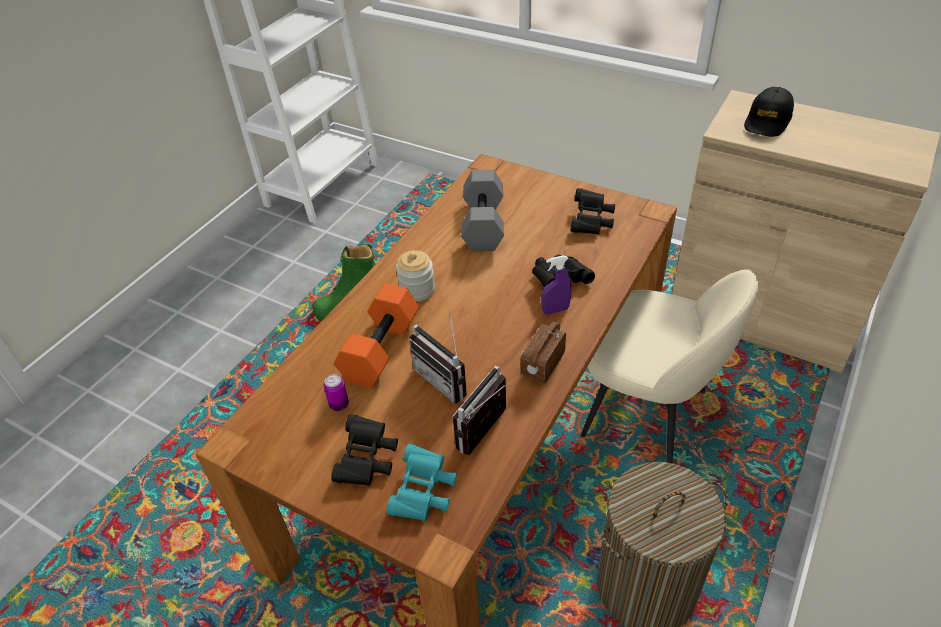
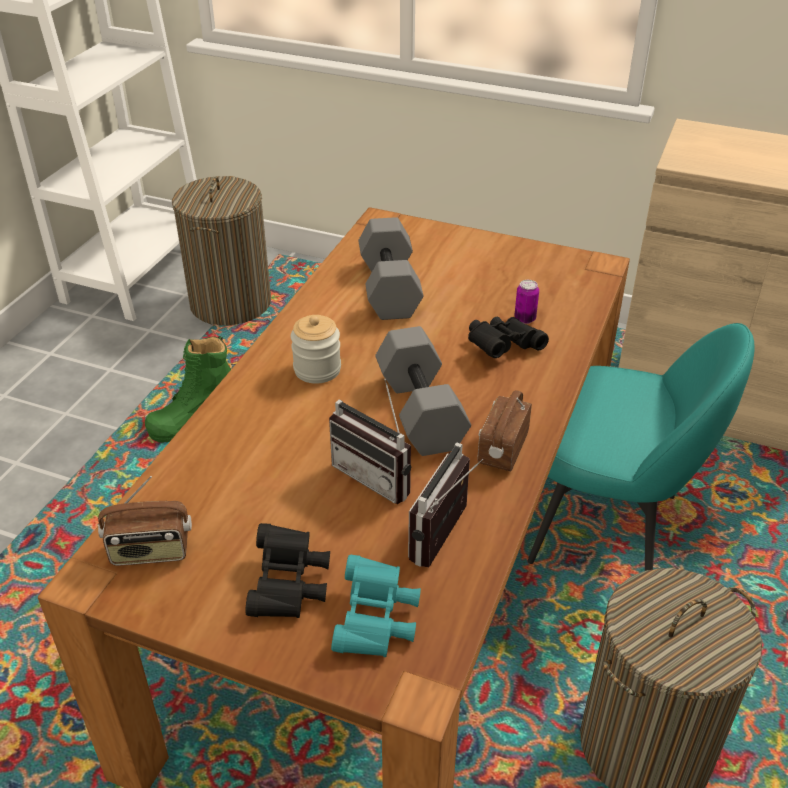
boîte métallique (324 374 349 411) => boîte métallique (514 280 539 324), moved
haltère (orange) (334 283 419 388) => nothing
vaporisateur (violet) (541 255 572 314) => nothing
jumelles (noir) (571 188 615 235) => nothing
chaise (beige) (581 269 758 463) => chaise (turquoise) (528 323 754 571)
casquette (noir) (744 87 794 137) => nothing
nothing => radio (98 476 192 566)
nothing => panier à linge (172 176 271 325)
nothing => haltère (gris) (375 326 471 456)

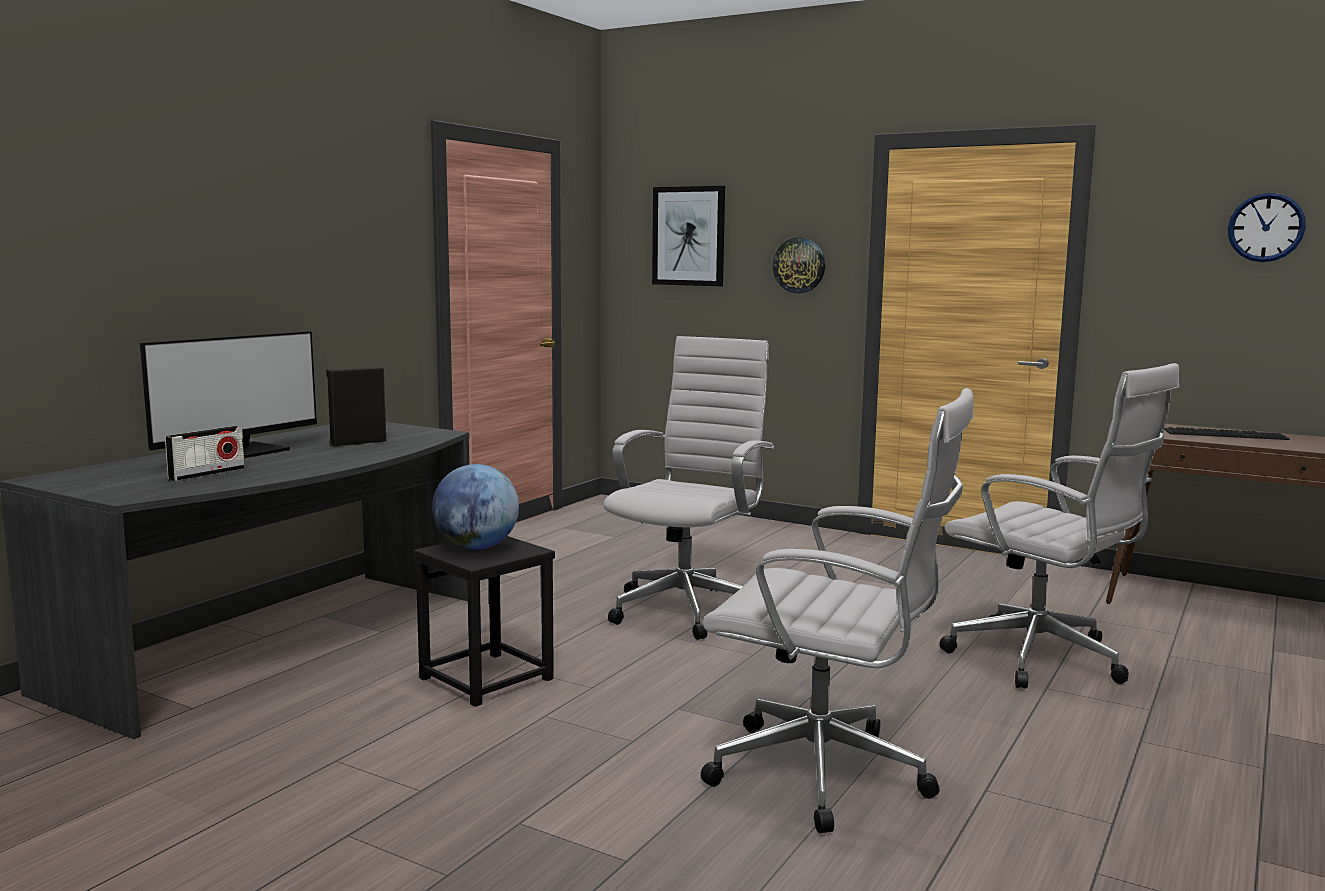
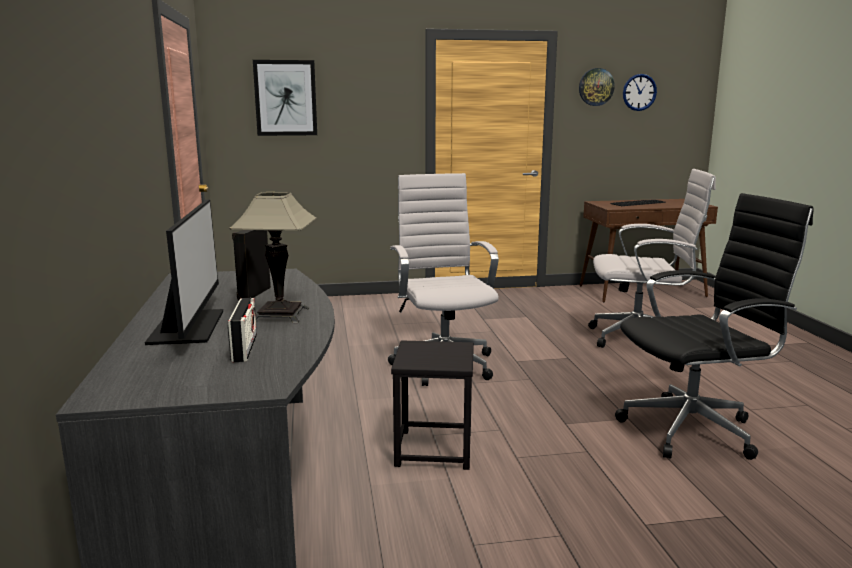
globe (432 464 519 550) => nothing
chaise de bureau (blanc) (701 388 974 833) => chaise de bureau (noir) (615 193 814 460)
horloge murale (773 238 825 293) => horloge murale (579 68 615 106), moved
nothing => lampe de table (229 192 317 323)

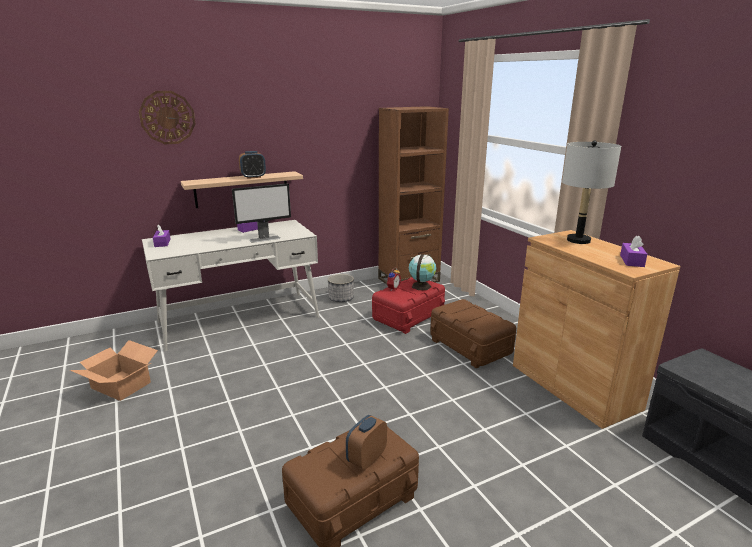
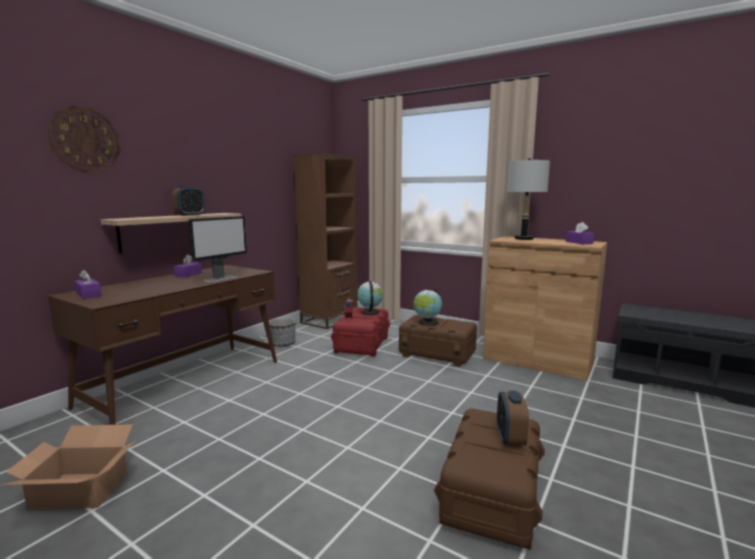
bureau (blanc) (142 220 319 351) => bureau (marron) (48 265 277 425)
nothing => globe (413 289 442 326)

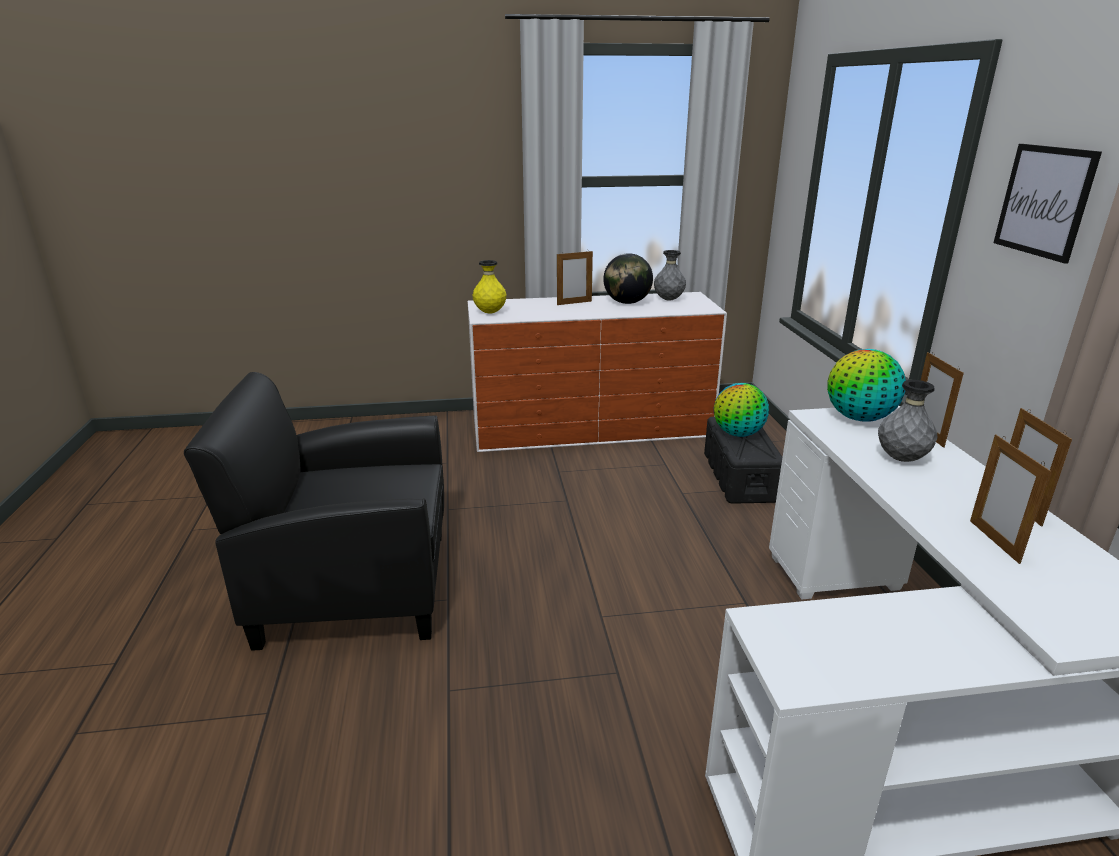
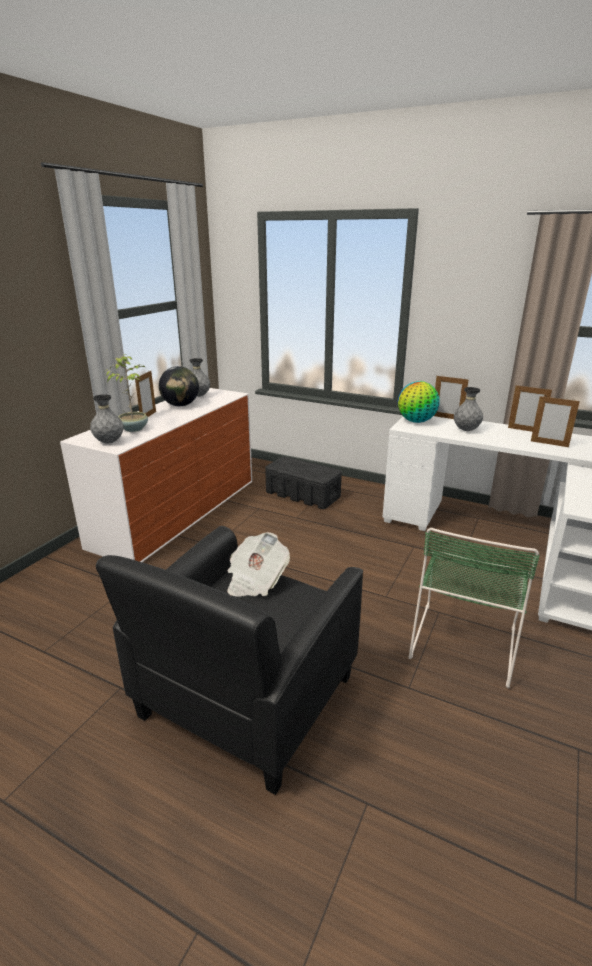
vase (jaune) (472 260 506 314) => vase (gris) (90 394 124 443)
globe (714 383 769 437) => nothing
tableau (993 144 1102 264) => nothing
nothing => plante en pot (104 354 148 432)
nothing => journal (228 532 290 596)
nothing => chaise (vert) (409 528 540 688)

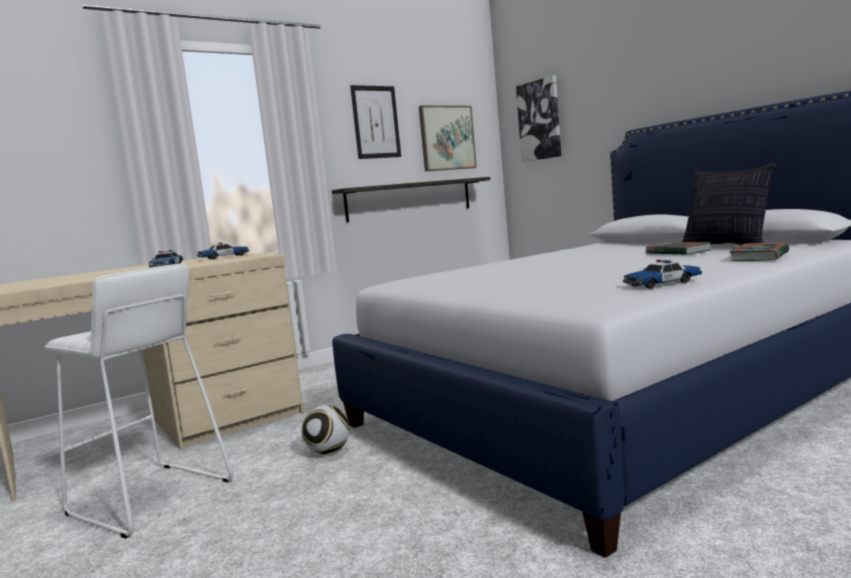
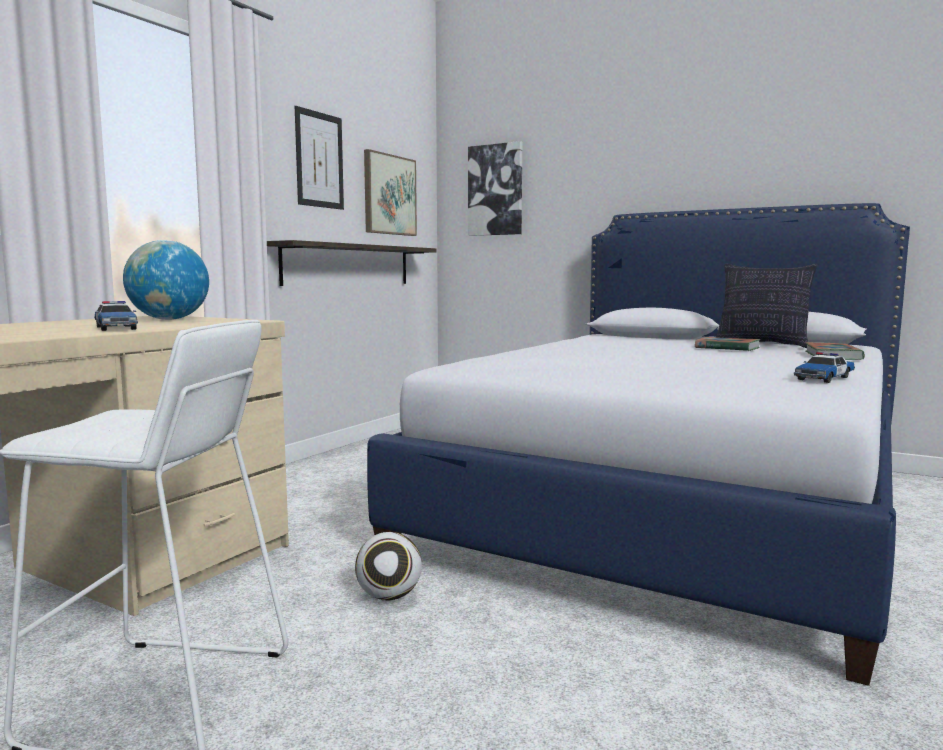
petite voiture (197 243 250 259) => globe (123 240 209 320)

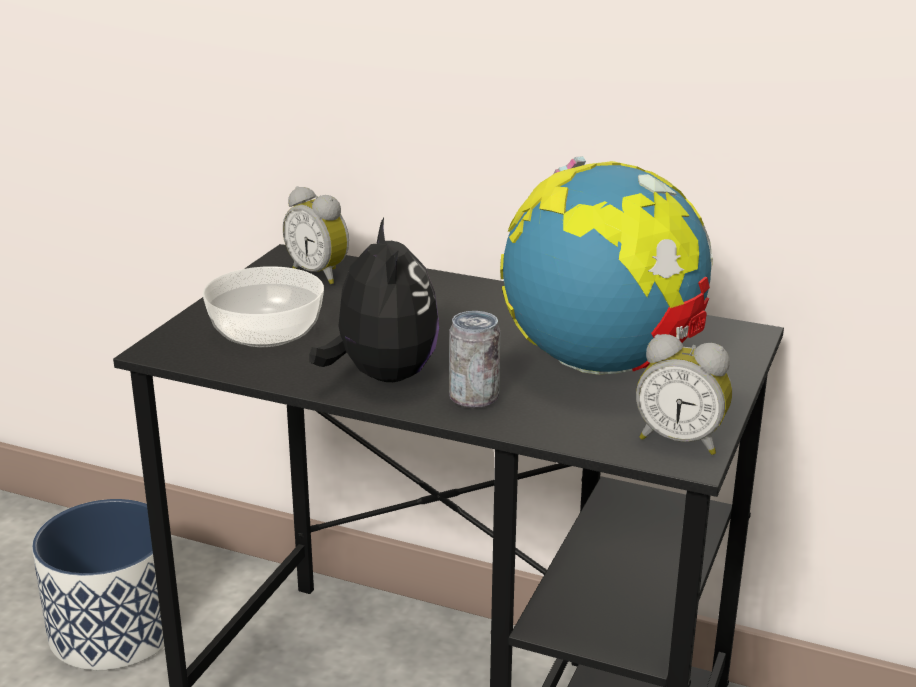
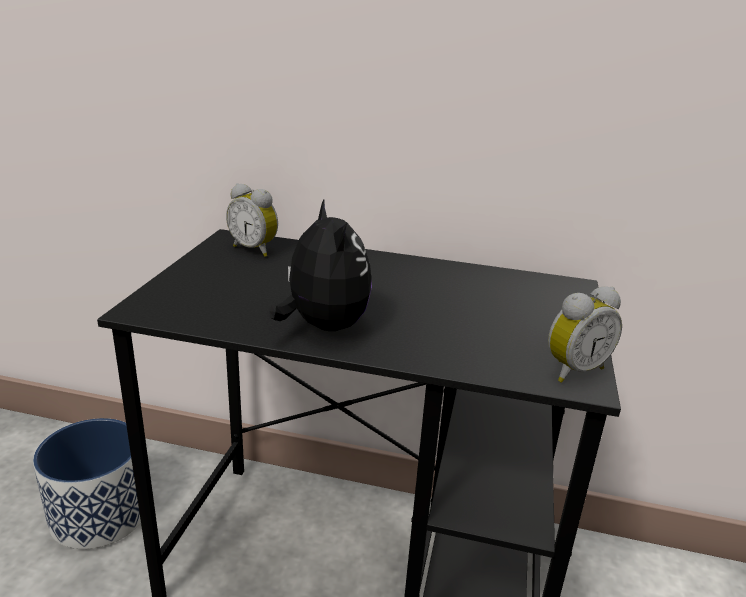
bol (203 266 324 347) => nothing
boîte métallique (449 311 500 409) => nothing
globe (500 156 713 375) => nothing
réveil (636 334 732 455) => réveil (548 286 622 383), 45 degrees counterclockwise

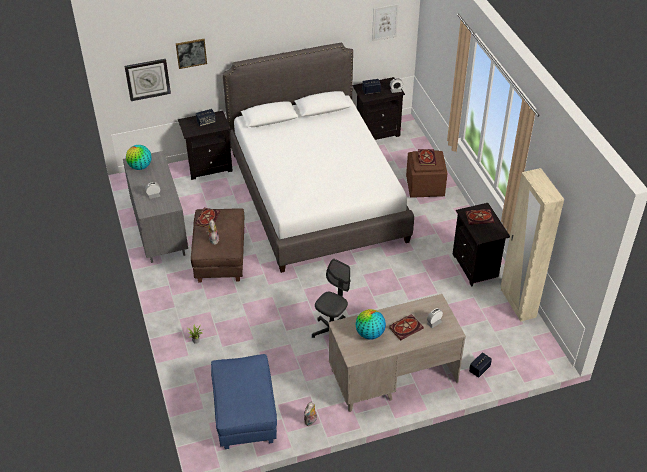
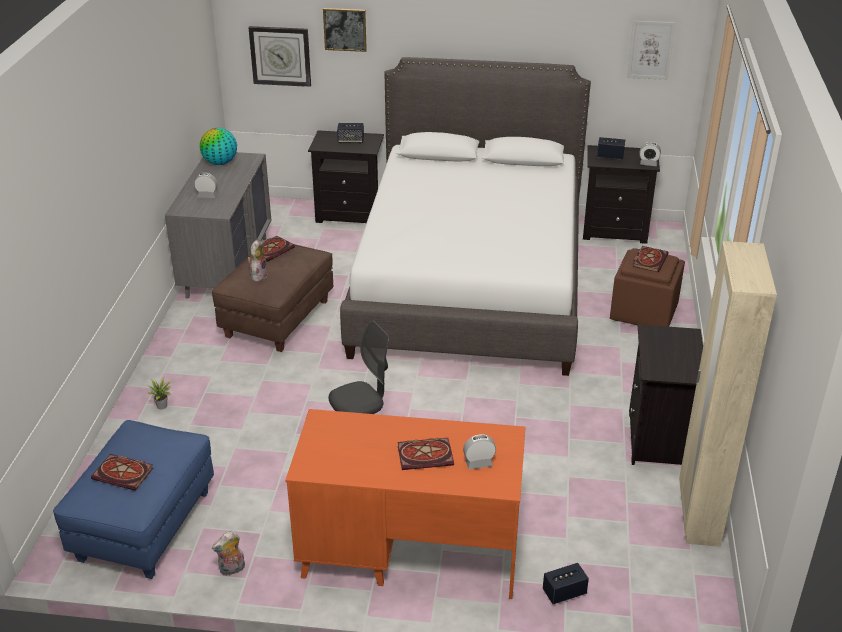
bureau (beige) (328 294 466 412) => bureau (orange) (285 409 526 599)
globe (355 309 386 340) => nothing
livre (466 209 494 225) => livre (91 454 153 491), moved

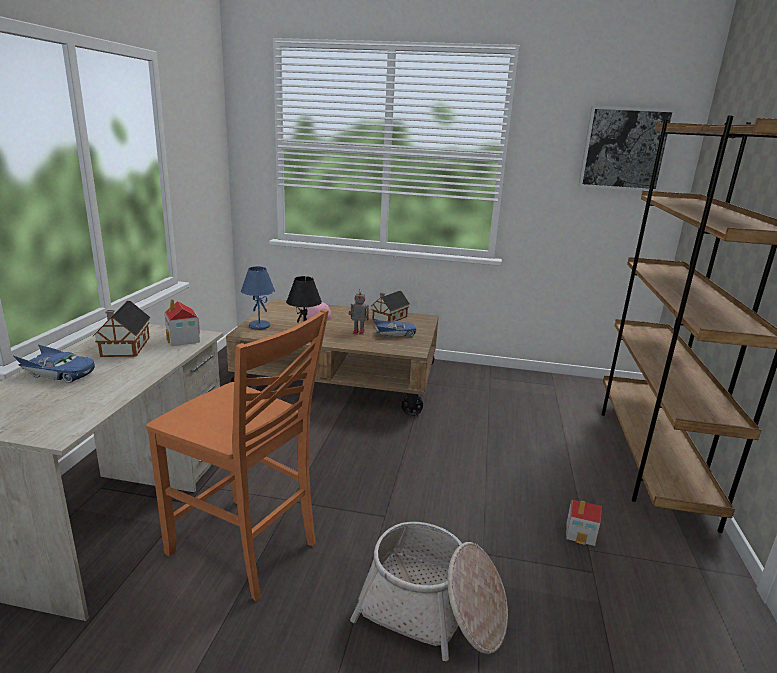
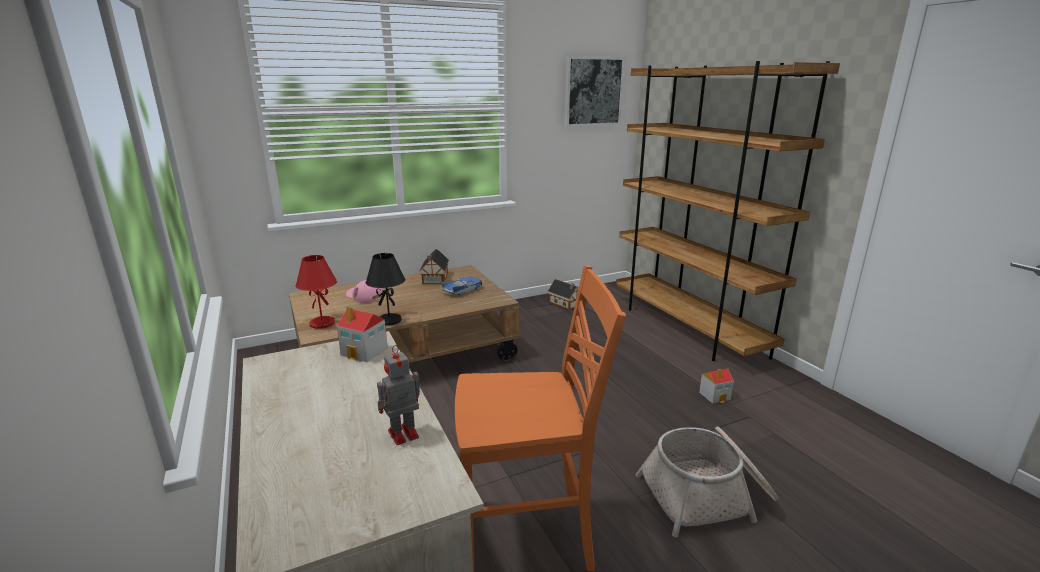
petite voiture (bleu) (14 344 95 383) => nothing
maison miniature (93 301 150 357) => maison miniature (548 279 579 310), moved
lampe de table (bleu) (241 266 275 330) => lampe de table (rouge) (296 255 337 329)
robot jouet (349 289 369 335) => robot jouet (377 345 420 445), moved

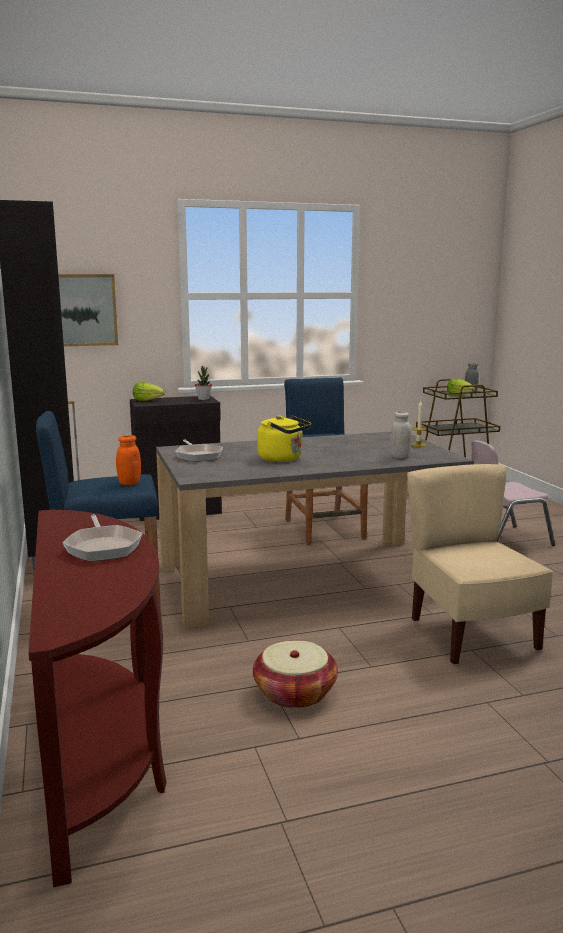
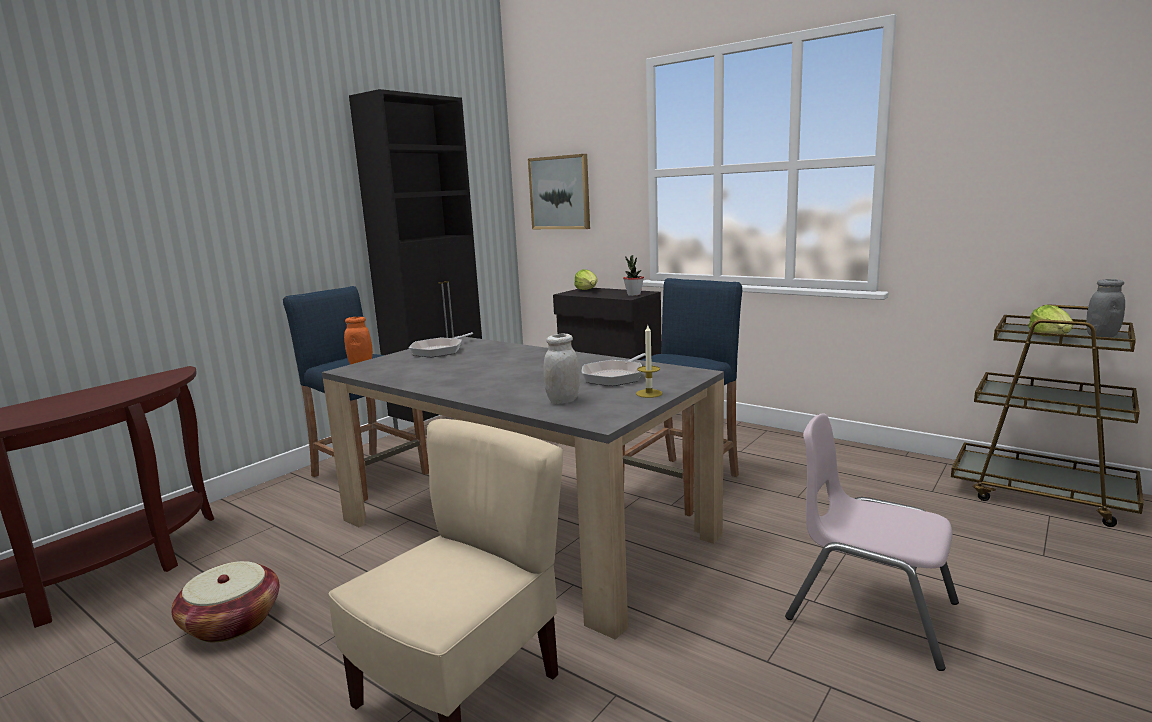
poêle (62 514 143 562) => poêle (582 353 646 386), moved
bouilloire (jaune) (257 415 311 462) => nothing

